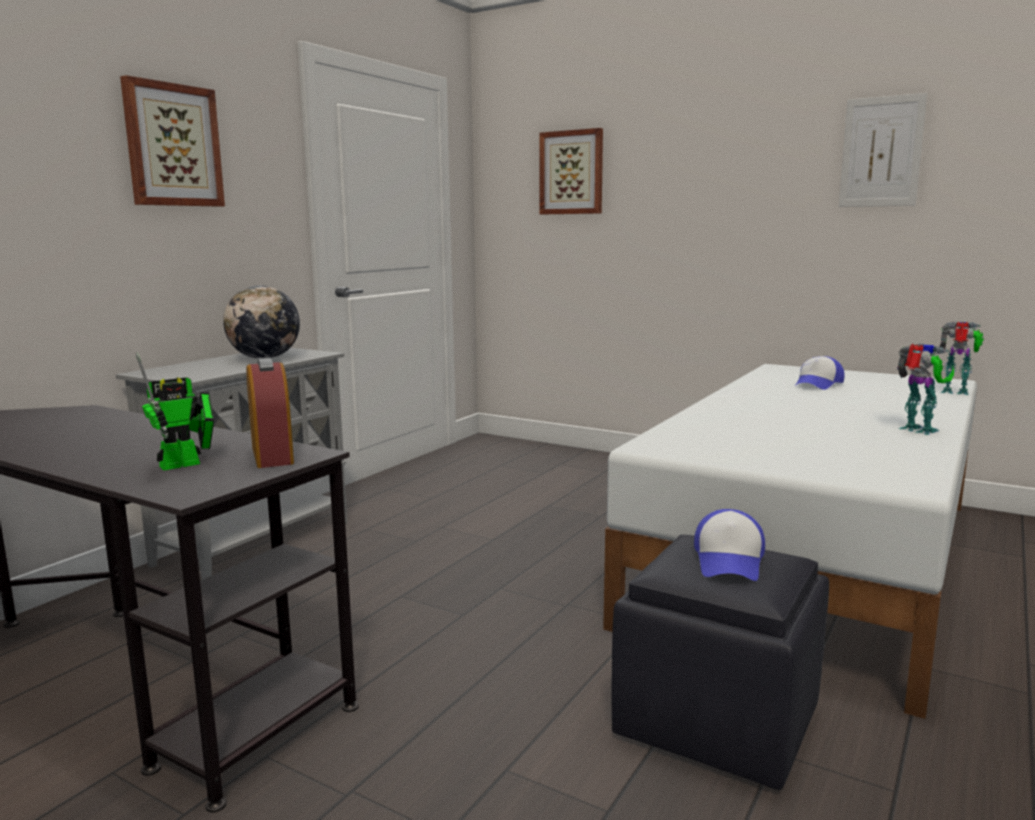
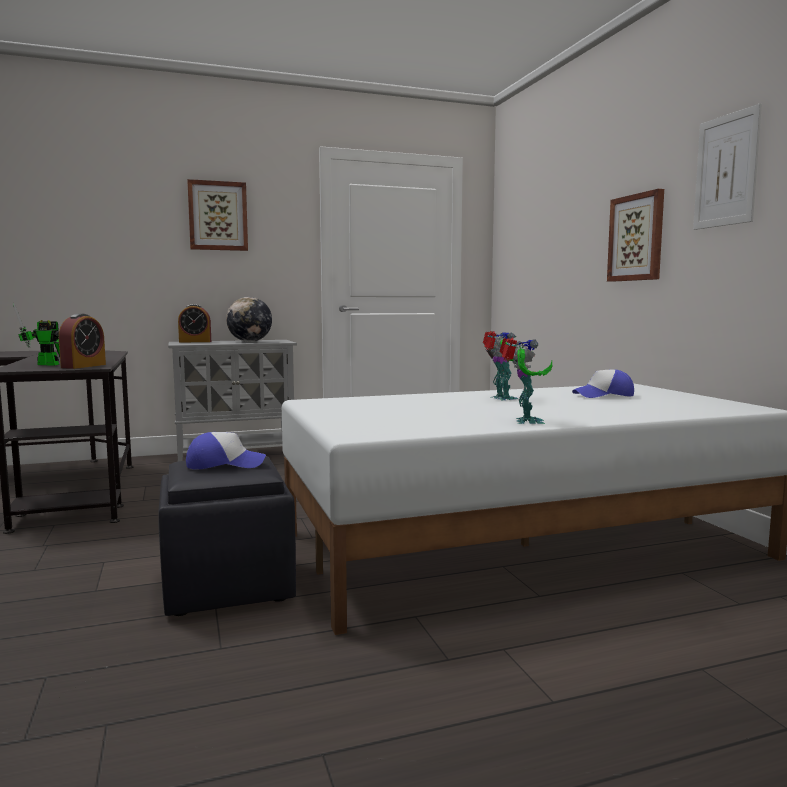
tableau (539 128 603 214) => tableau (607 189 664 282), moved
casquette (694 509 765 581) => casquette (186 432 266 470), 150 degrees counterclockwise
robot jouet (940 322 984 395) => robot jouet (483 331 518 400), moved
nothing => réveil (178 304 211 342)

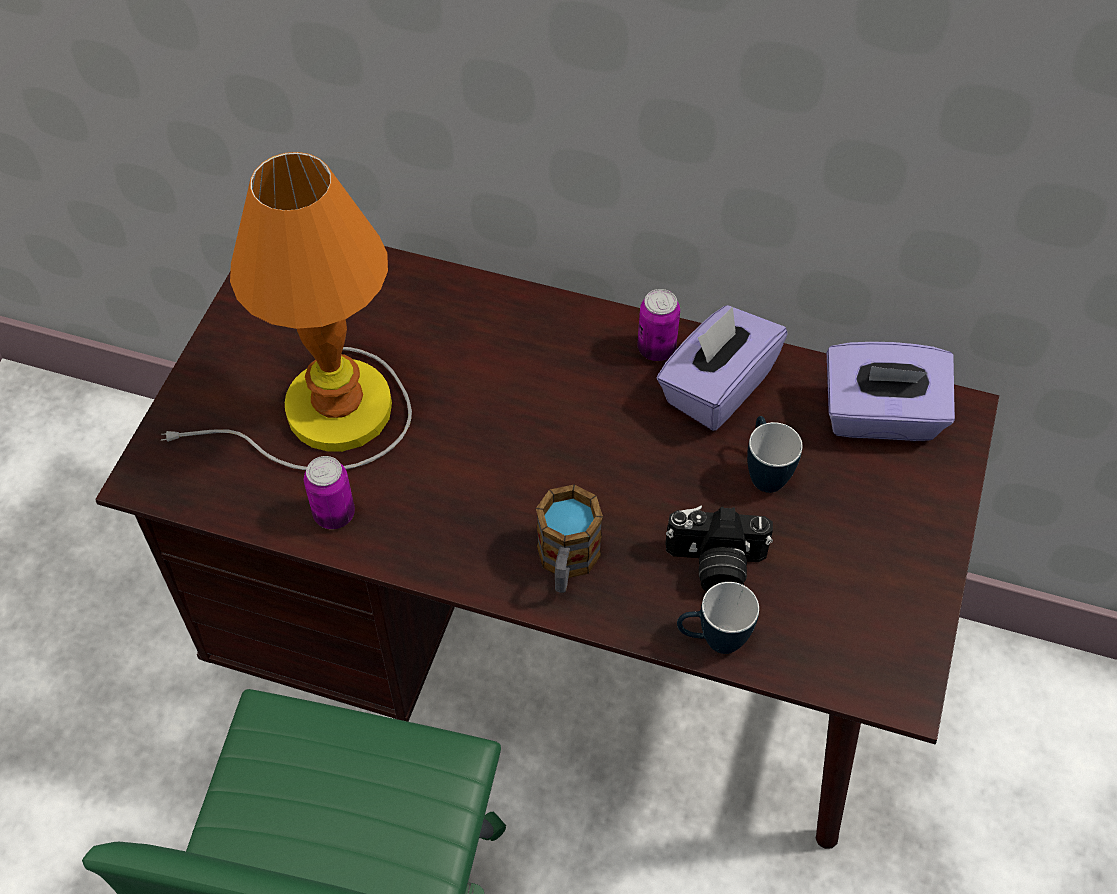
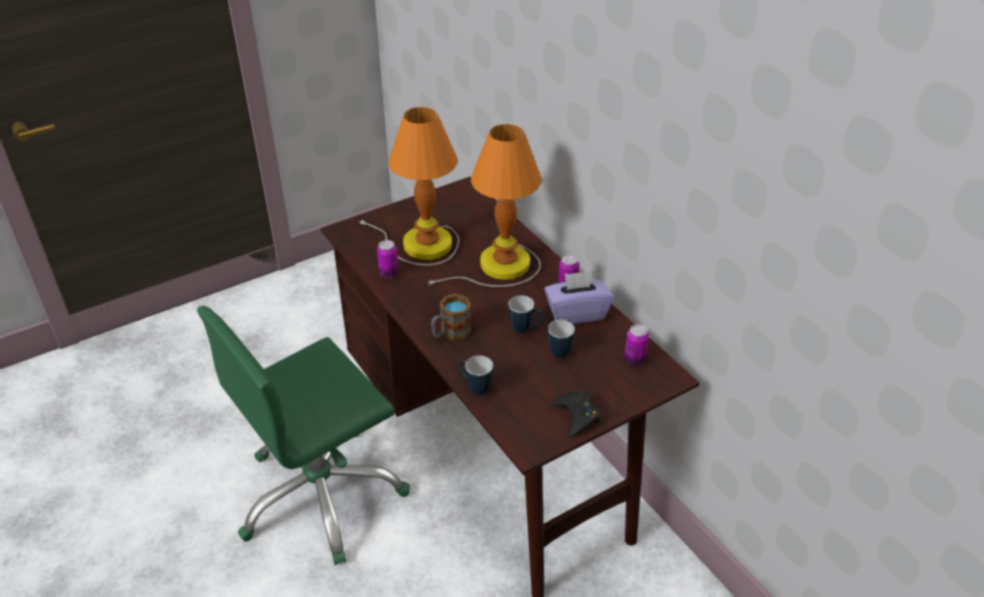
appareil photo (665 506 773 592) => nothing
boîte à mouchoirs (violet) (827 342 955 441) => boîte métallique (624 324 649 365)
nothing => lampe de table (426 124 541 287)
nothing => mug (508 295 544 333)
nothing => manette (noir) (551 391 600 437)

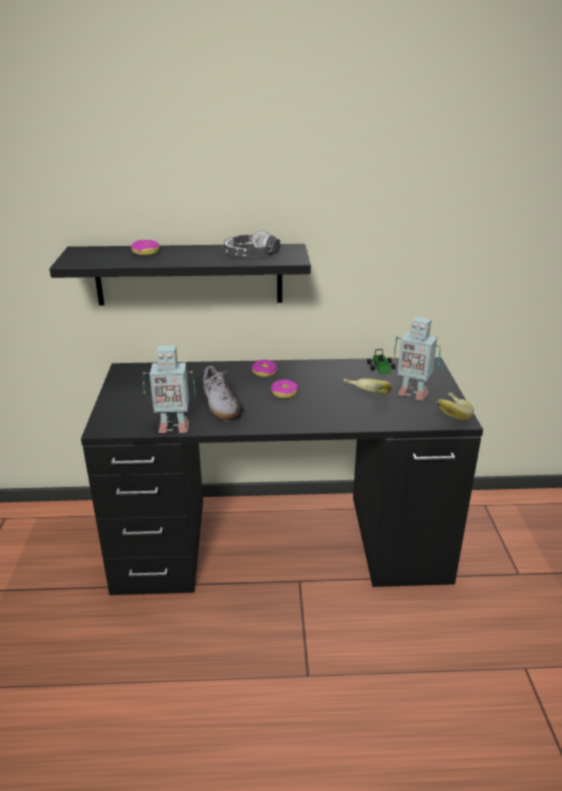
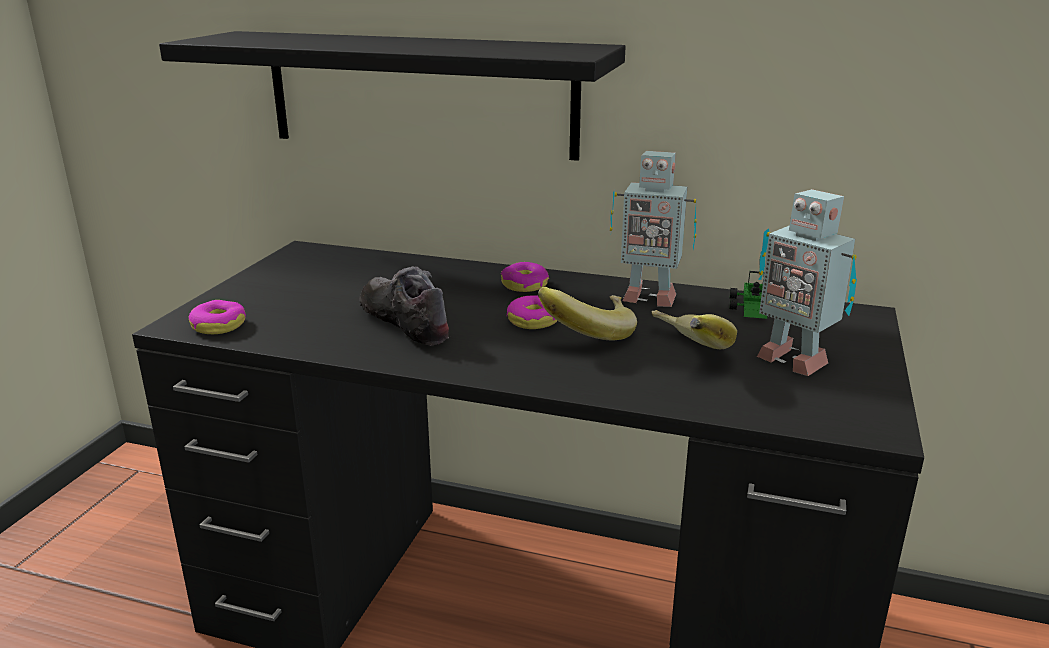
beignet (131 240 159 255) => beignet (188 300 246 334), moved
robot jouet (143 345 196 433) => robot jouet (610 151 697 307), moved
chaussure (203 365 244 422) => chaussure (359 266 449 346), 150 degrees clockwise
casque audio (224 230 281 256) => nothing
banane (436 393 474 420) => banane (538 287 637 340), moved

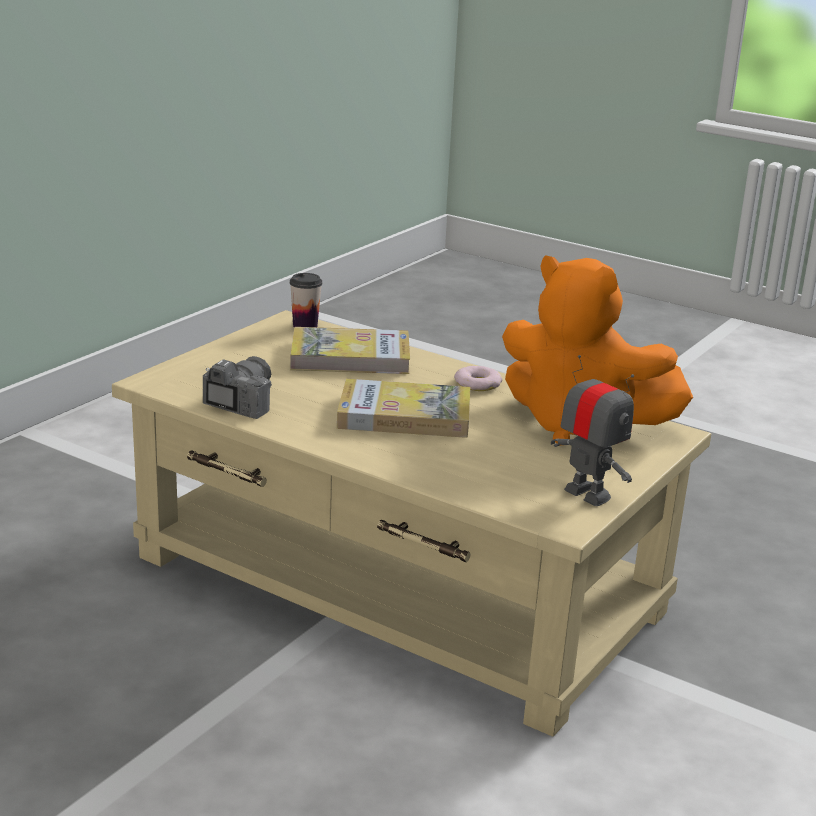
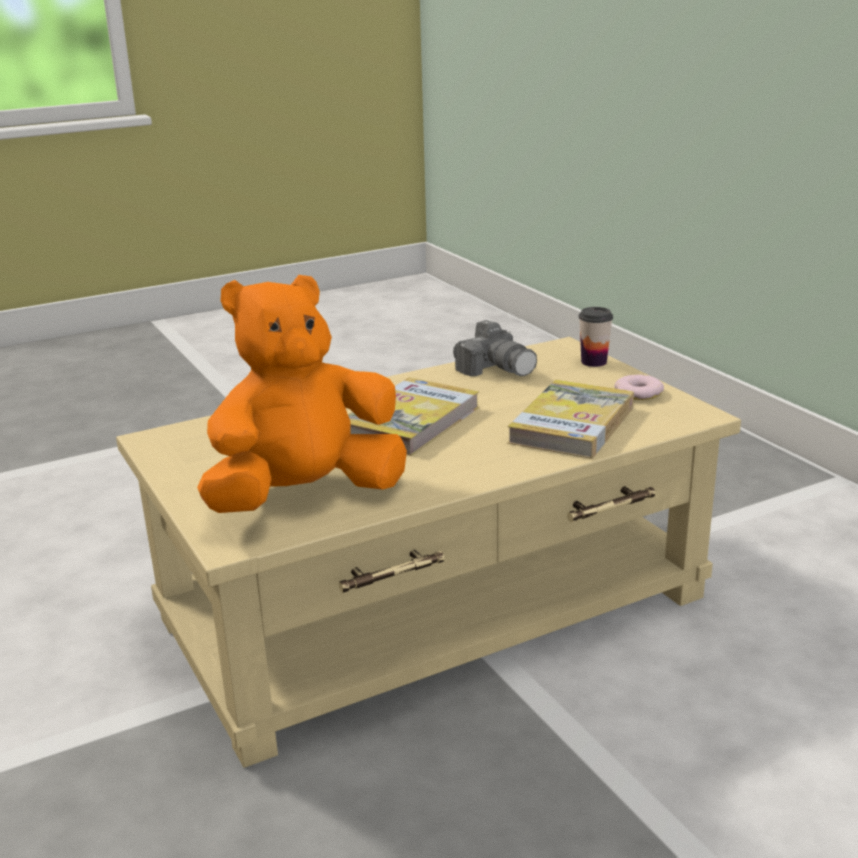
tasse (290 273 322 327) => tasse (579 307 613 367), moved
beignet (454 366 502 391) => beignet (614 375 664 400), moved
robot jouet (551 355 634 506) => nothing

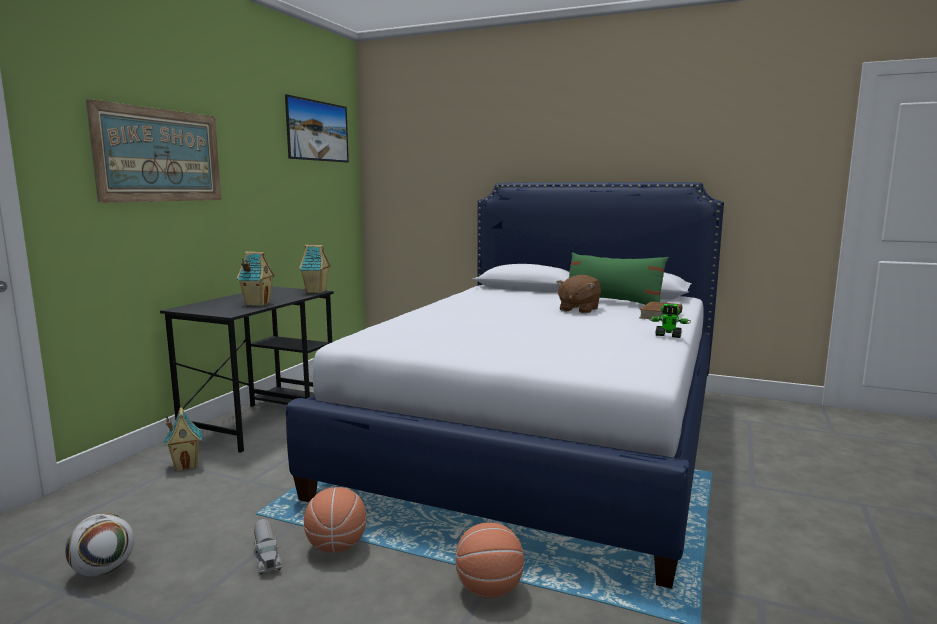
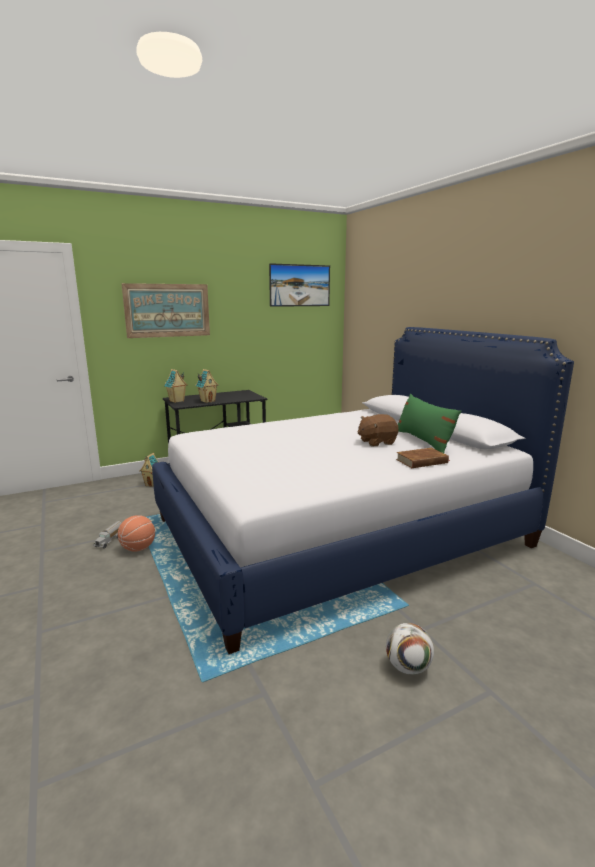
ballon de foot (65 513 134 577) => ballon de foot (386 623 434 675), moved
maison miniature (299 245 331 293) => maison miniature (164 369 188 403), moved
ballon de basket (455 522 524 598) => nothing
robot jouet (649 304 691 338) => nothing

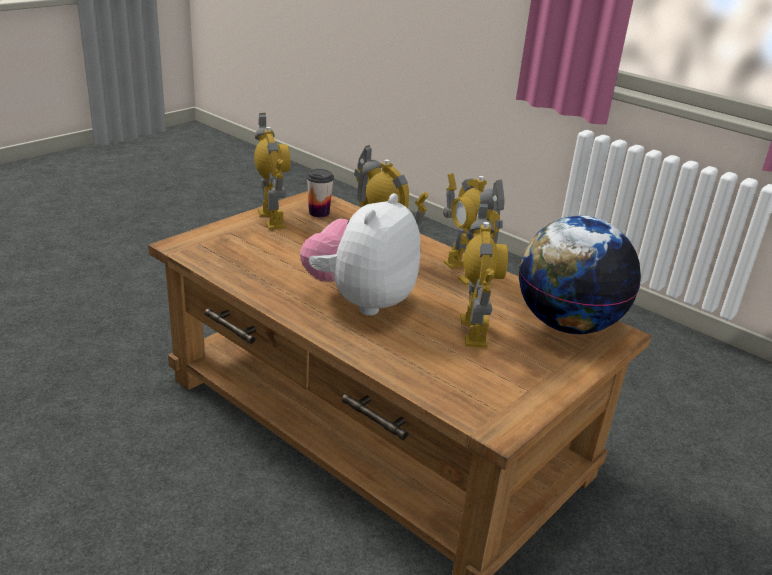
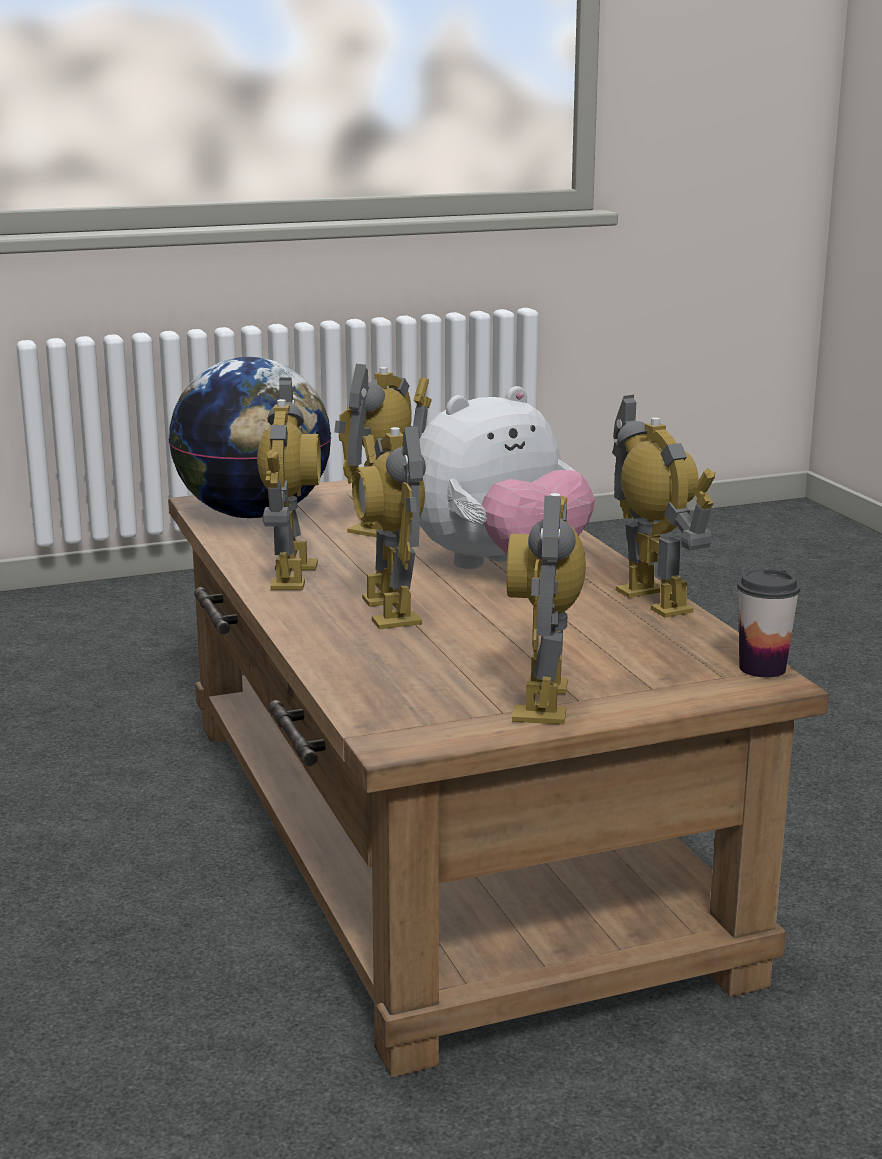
tasse (306 169 334 217) => tasse (737 568 800 678), moved
nothing => robot jouet (612 395 715 618)

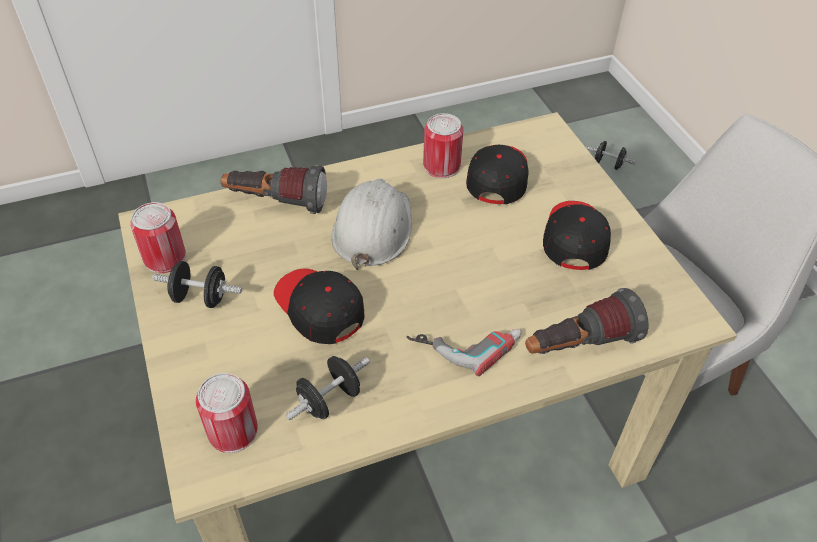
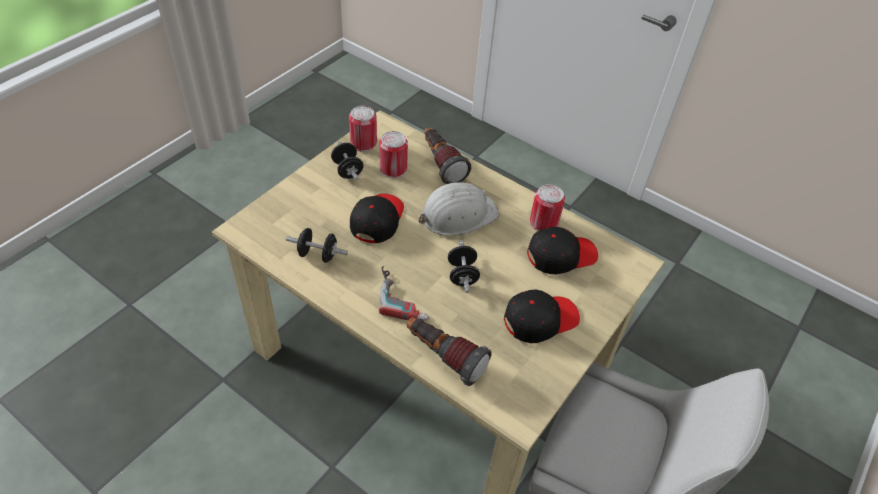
boîte métallique (196 373 258 453) => boîte métallique (379 131 408 178), moved
haltère (noir) (586 141 636 170) => haltère (noir) (448 240 480 293), moved

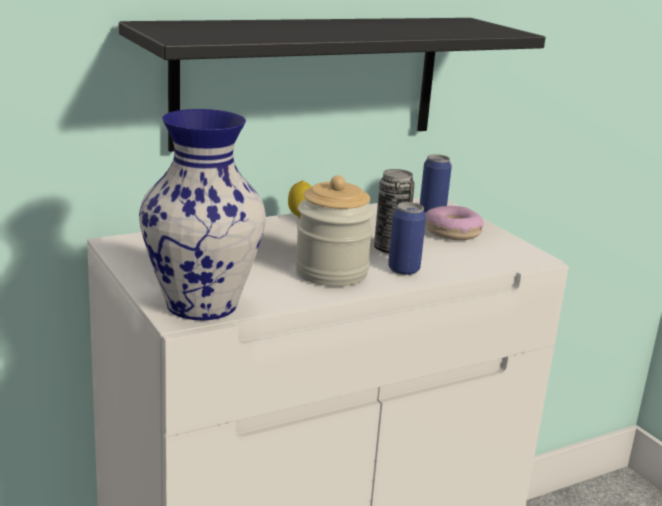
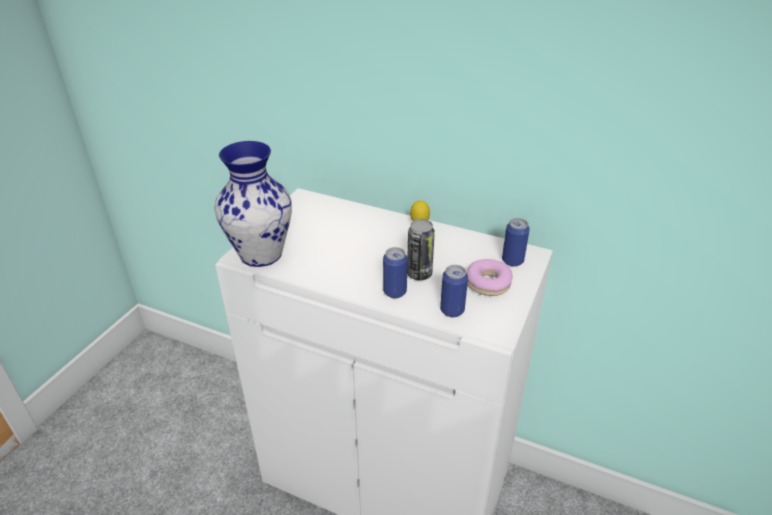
étagère (noir) (119 18 546 152) => nothing
bocal (295 175 374 286) => nothing
nothing => boîte métallique (440 265 468 317)

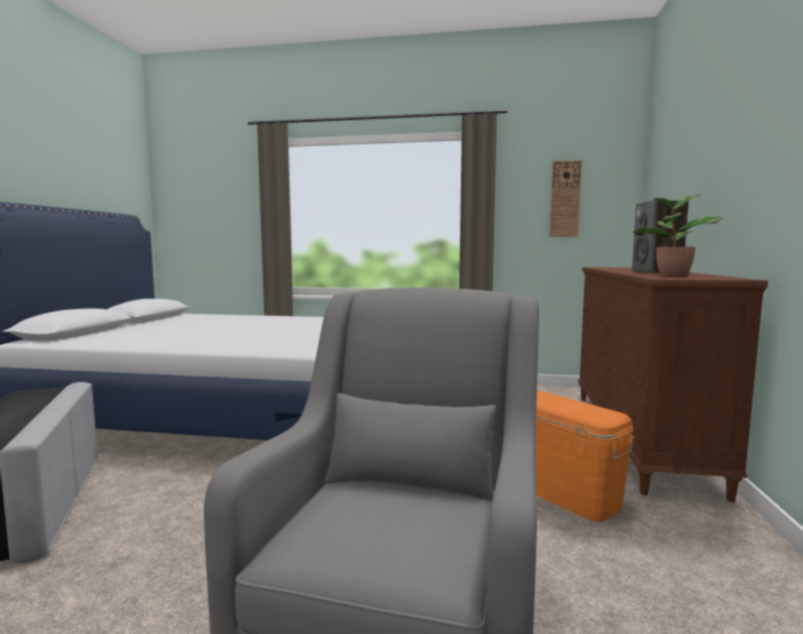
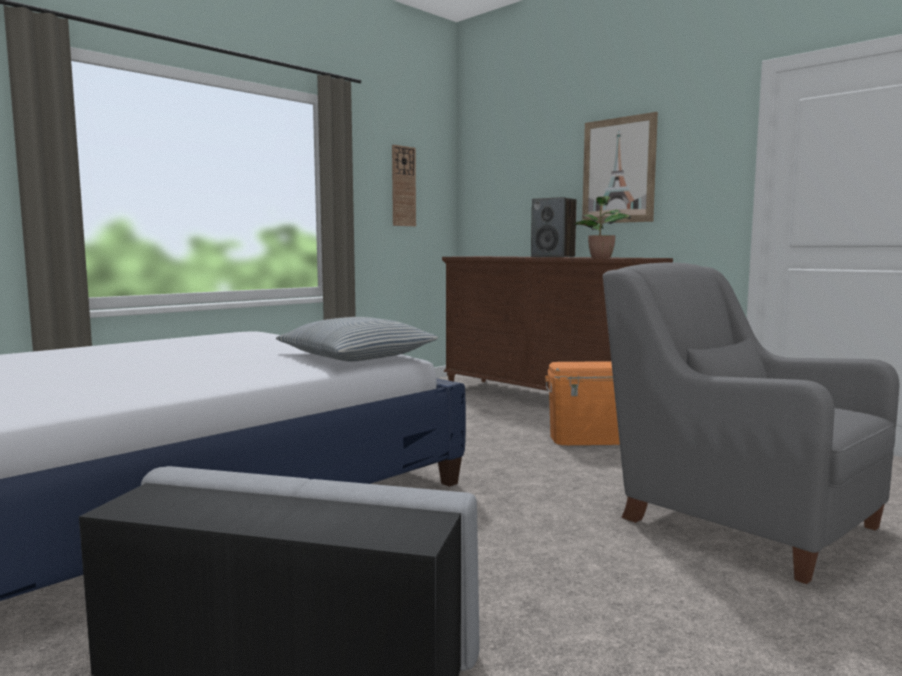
nothing => coussin (276 317 438 362)
nothing => tableau (582 112 658 223)

